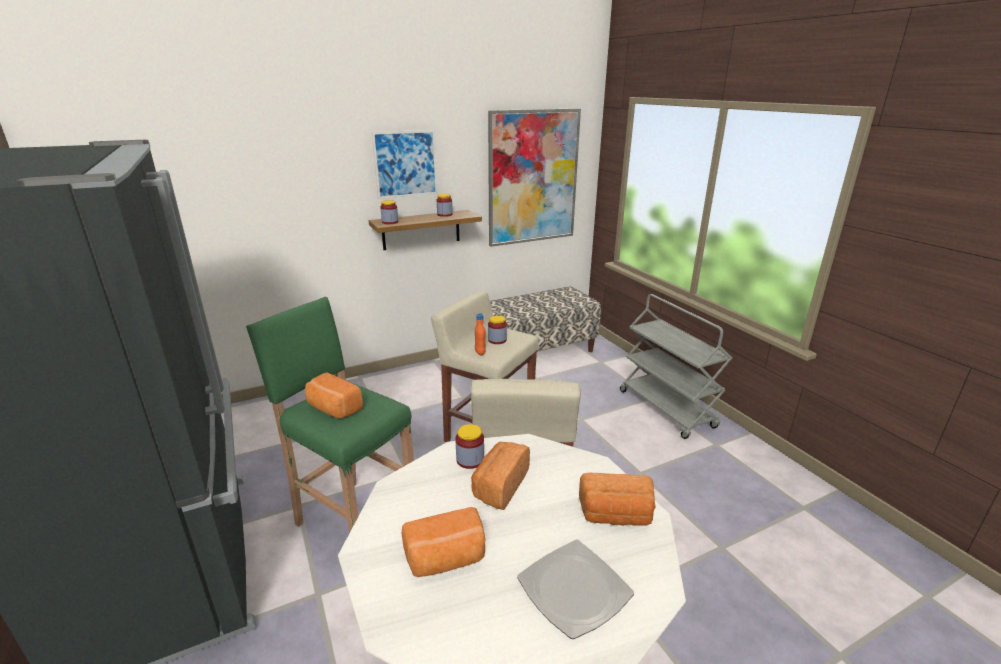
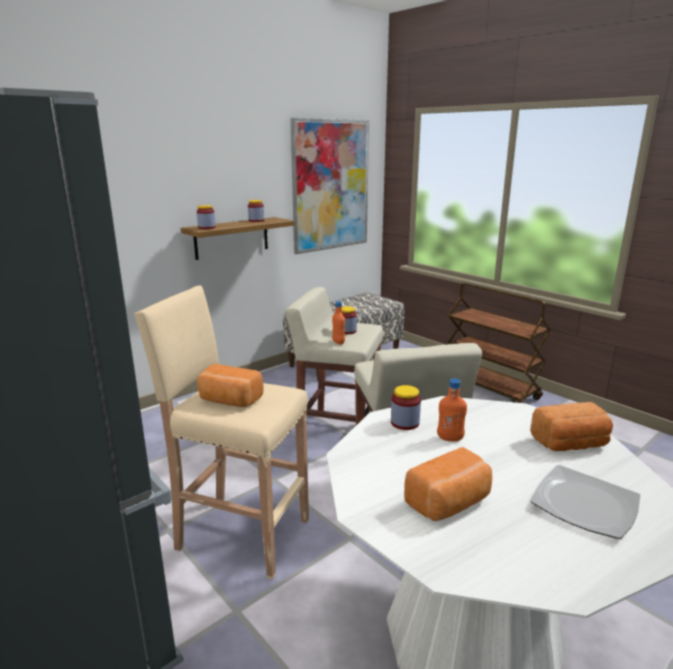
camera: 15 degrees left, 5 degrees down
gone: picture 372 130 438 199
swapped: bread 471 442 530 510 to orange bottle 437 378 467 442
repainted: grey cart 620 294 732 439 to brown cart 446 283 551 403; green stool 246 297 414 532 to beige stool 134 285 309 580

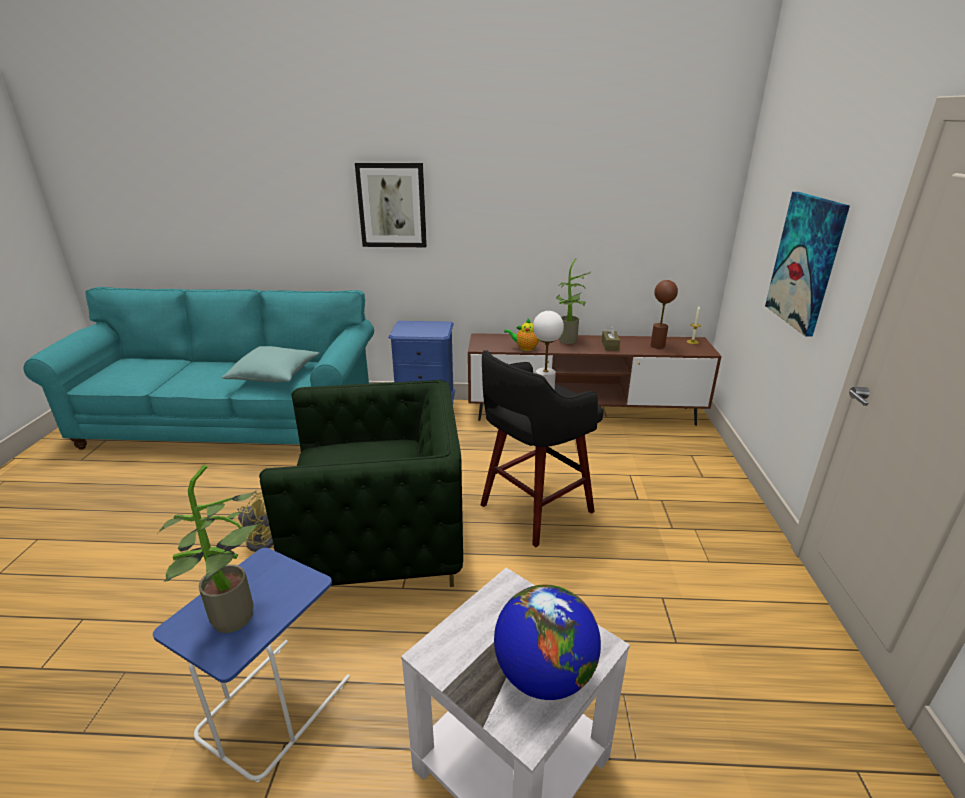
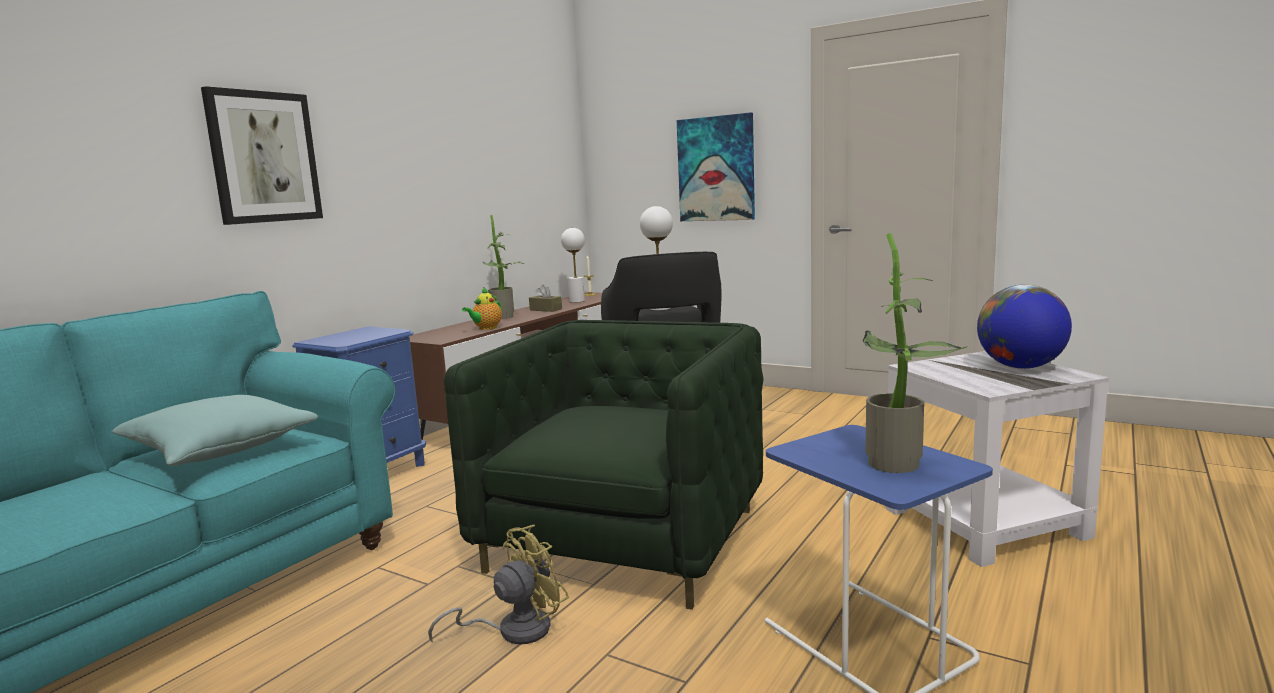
camera: 60 degrees left, 15 degrees down
repainted: brown table lamp 650 280 678 349 to white table lamp 561 228 585 303

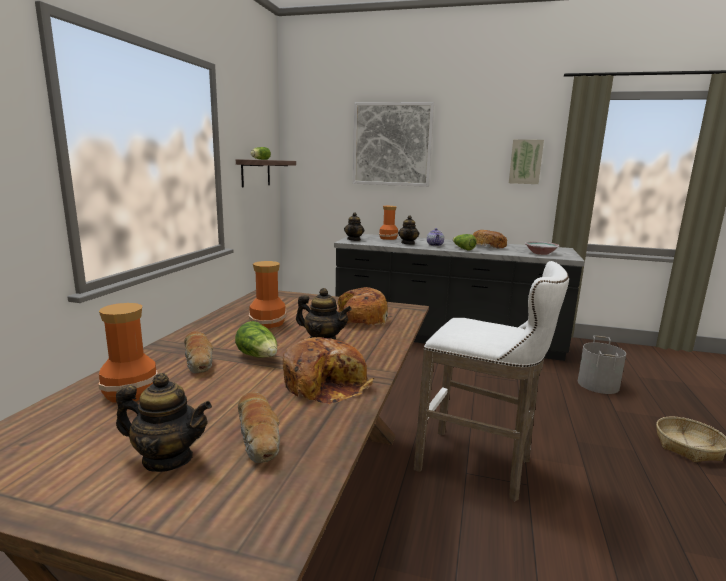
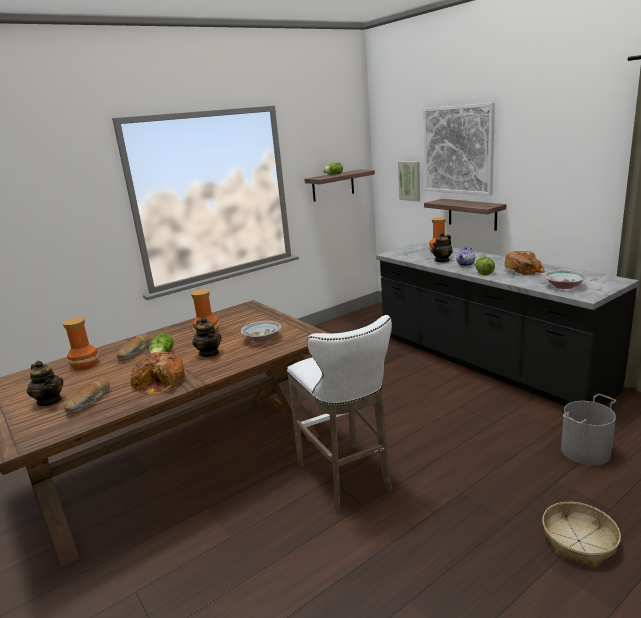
camera: 40 degrees right, 5 degrees up
gone: teapot 344 212 364 241
new: shelf 424 199 506 231
shifted: picture 509 139 544 184 to 398 161 420 202
swapped: bread 338 287 388 325 to bowl 241 321 281 343

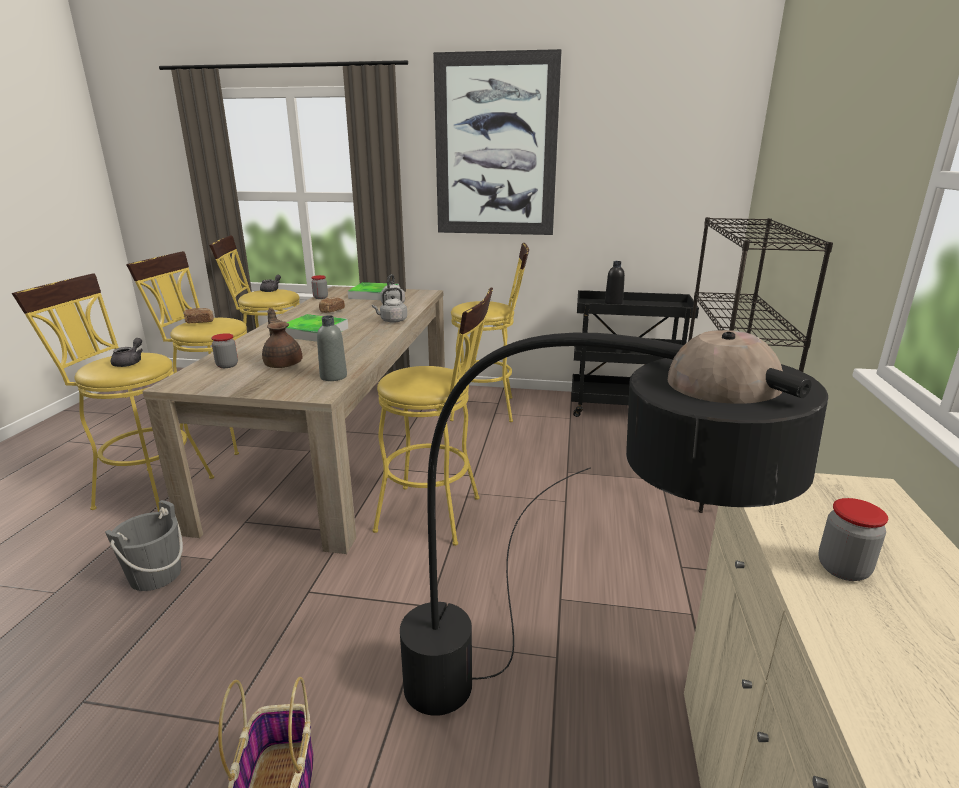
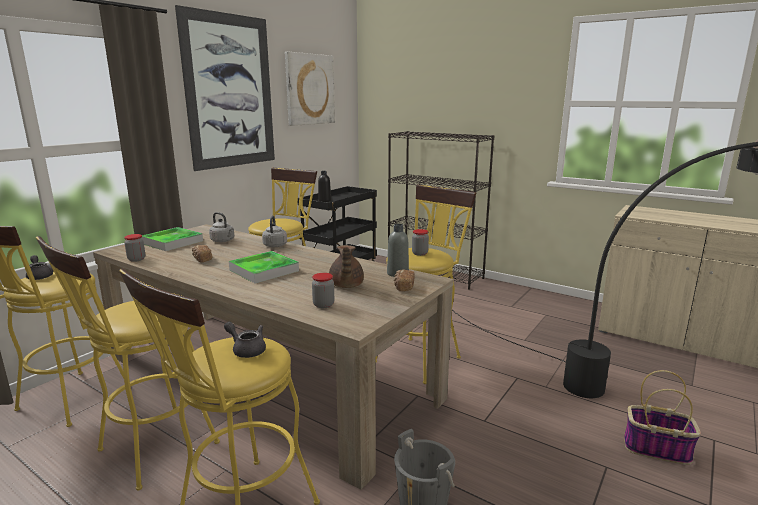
camera: 65 degrees left, 5 degrees down
new: picture 285 52 335 126
shifted: bread 184 308 214 323 to 394 269 414 291; jar 818 498 888 581 to 412 229 429 256
rotated: brown teapot 262 308 302 368 = 329 245 364 288 90 degrees counterclockwise

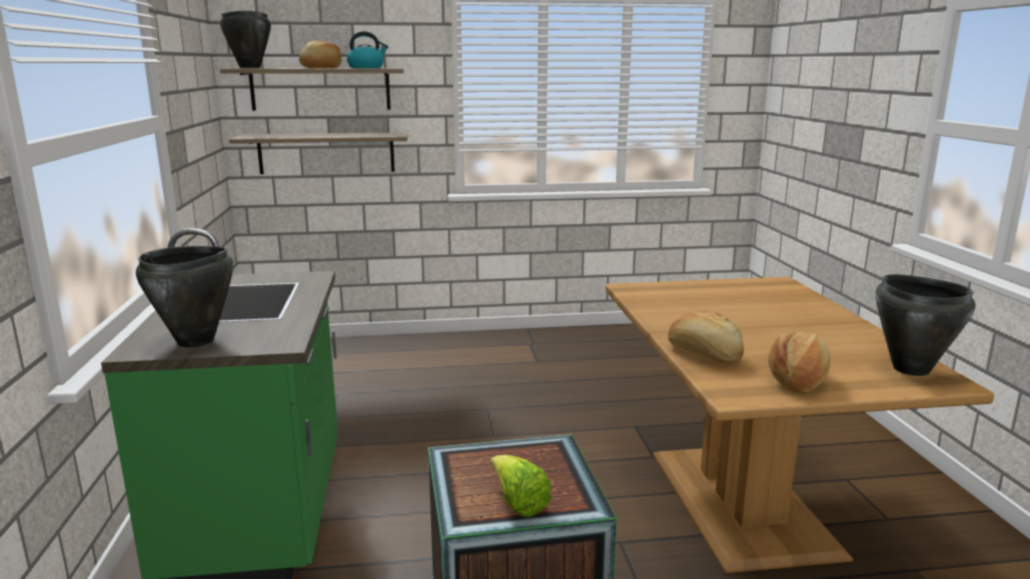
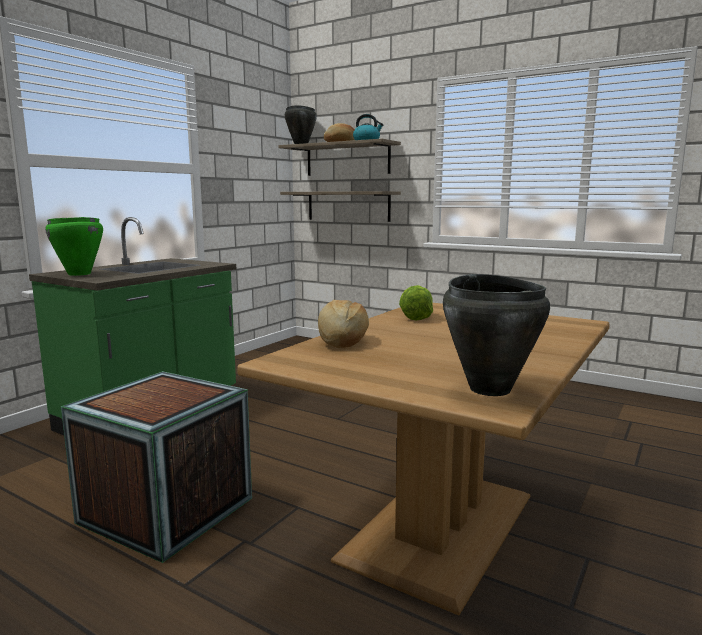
camera: 40 degrees right, 5 degrees down
gone: bread 768 332 830 394
shifted: lettuce 490 455 552 517 to 399 285 433 321
repainted: black cooking pot 136 246 234 348 to green cooking pot 45 217 103 276

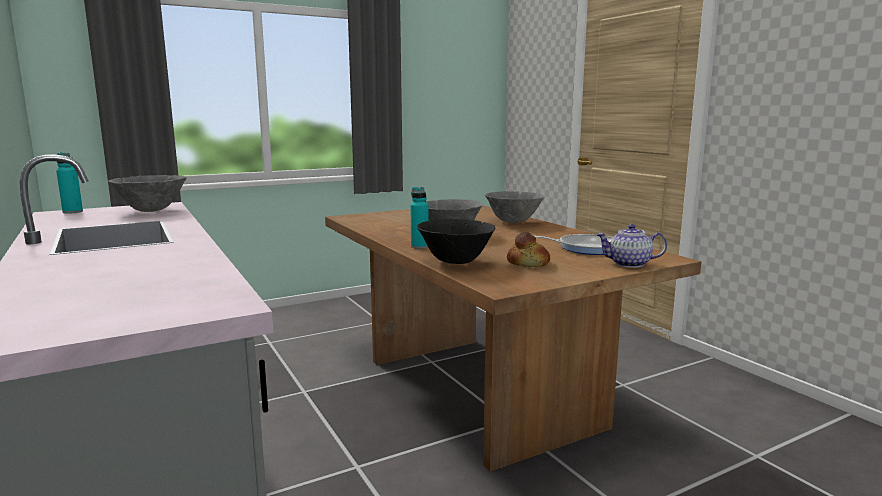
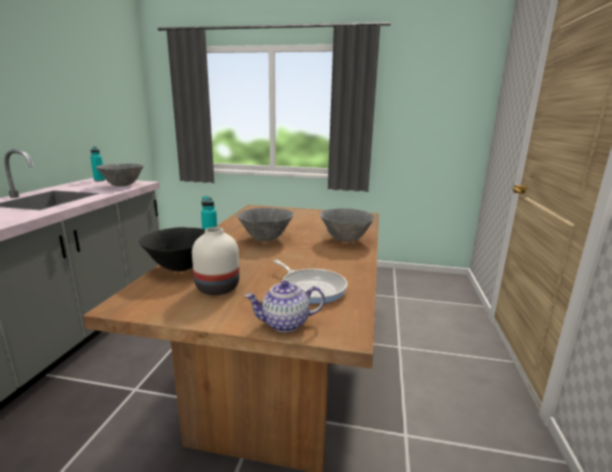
camera: 40 degrees right, 5 degrees up
swapped: bread 507 232 550 267 to white vase 192 227 240 295
rotated: teapot 596 224 667 268 = 245 280 325 332 60 degrees counterclockwise

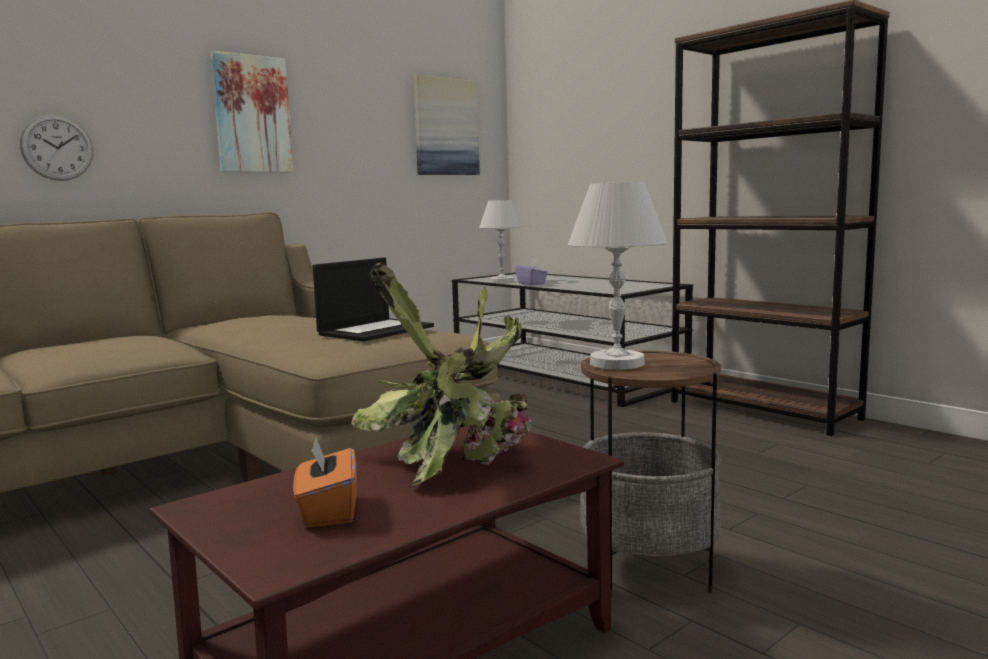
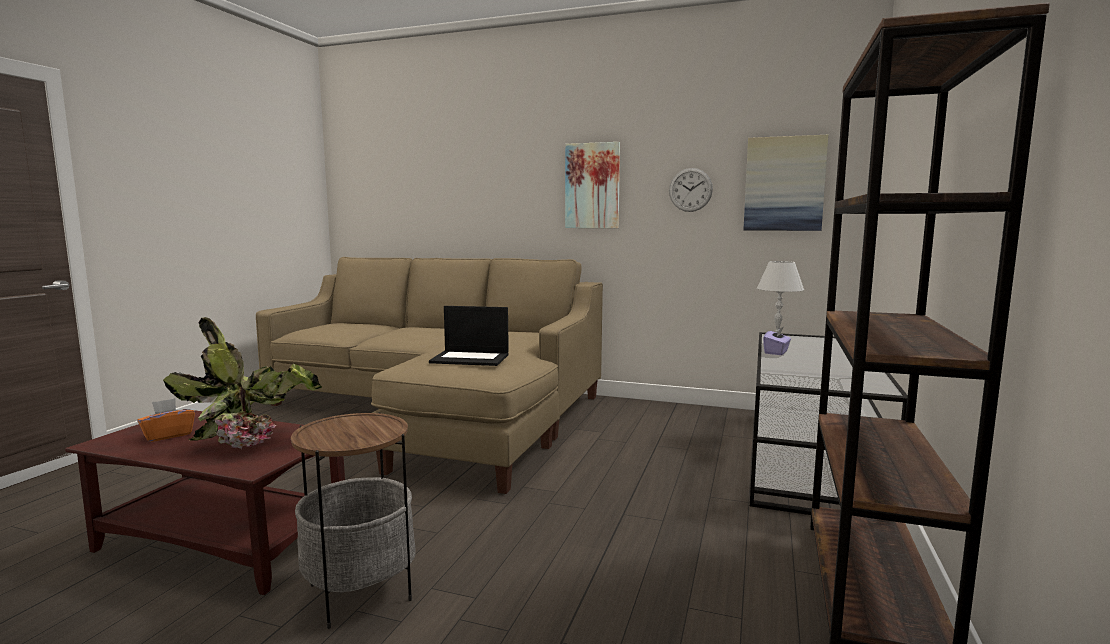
camera: 60 degrees right, 0 degrees up
gone: white table lamp 568 182 668 369
shifted: wall clock 20 114 93 181 to 669 168 713 212

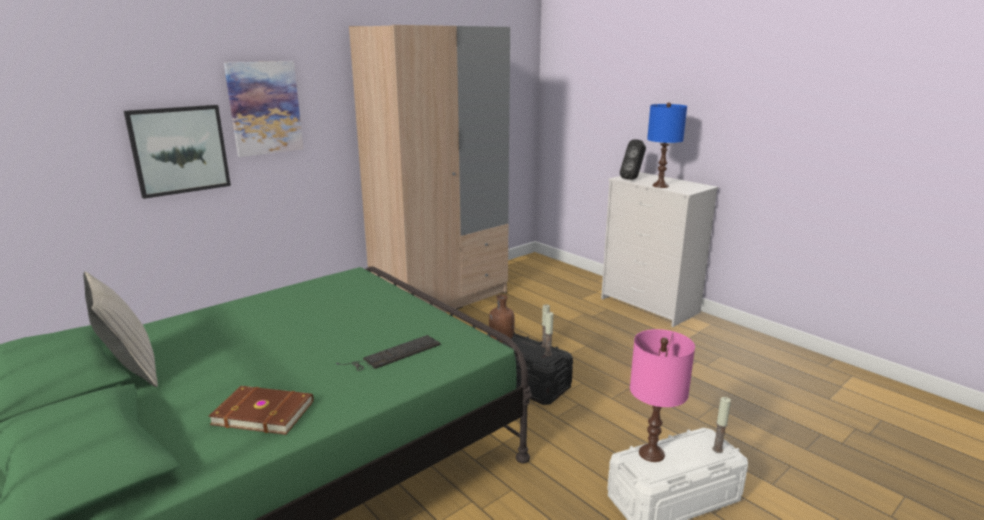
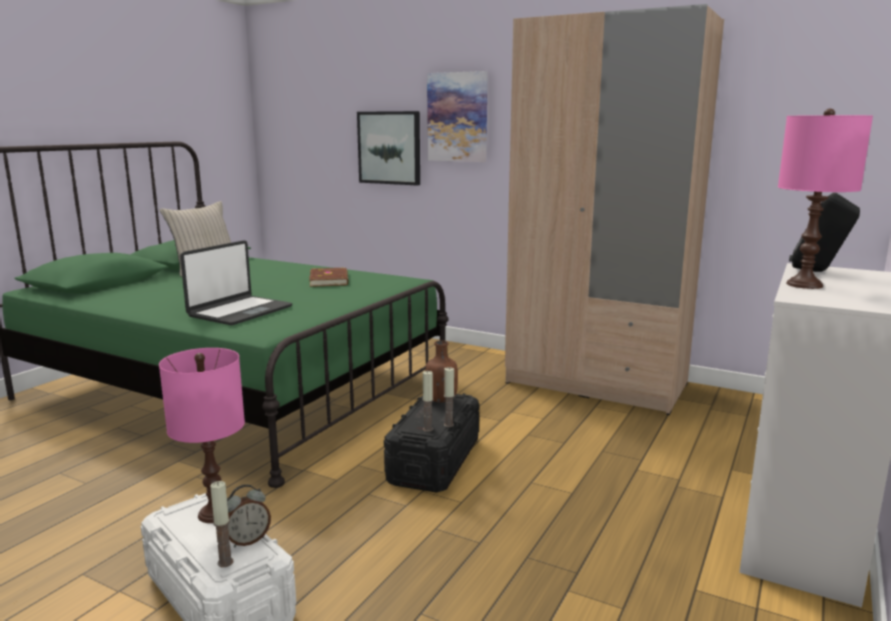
camera: 70 degrees right, 5 degrees down
new: alarm clock 227 484 271 548
shifted: brown book 208 386 314 435 to 309 267 348 287
swapped: keyboard 336 335 441 371 to laptop 180 240 292 326
repainted: blue table lamp 647 102 687 188 to pink table lamp 778 109 873 289

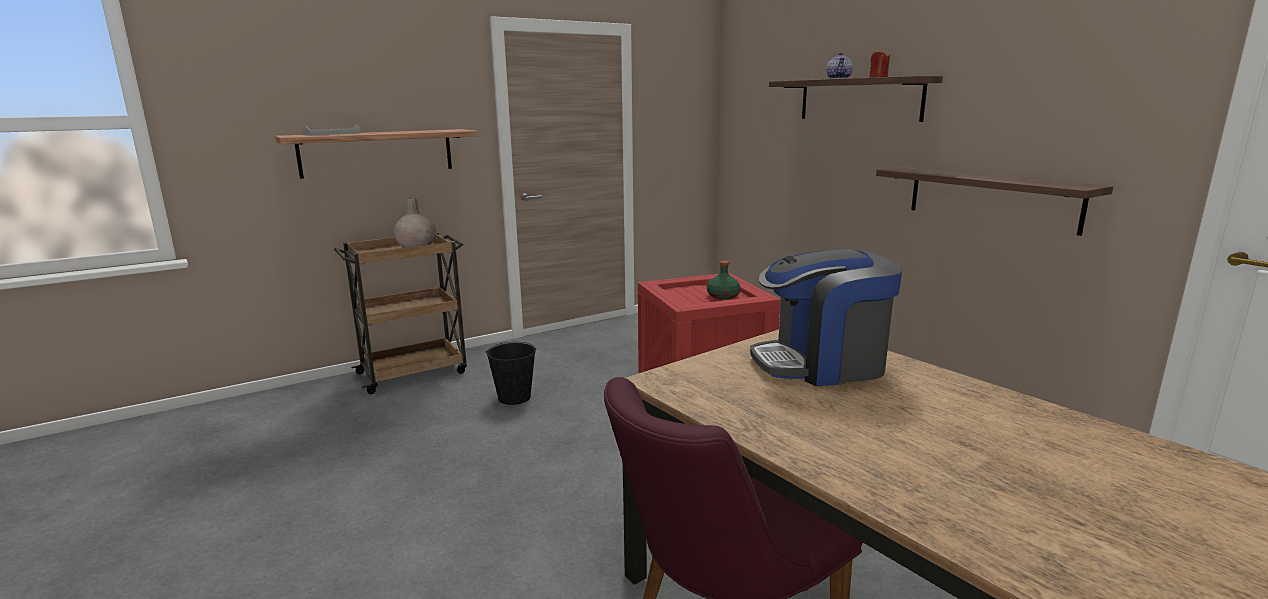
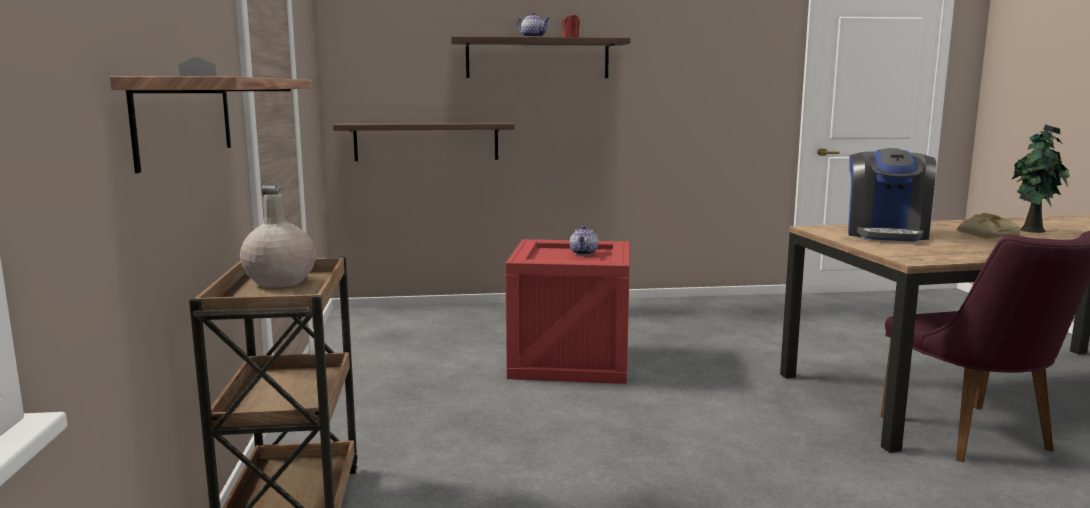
camera: 65 degrees left, 5 degrees down
gone: black bucket 486 342 536 405
new: potted plant 1011 124 1070 233; bread 957 213 1020 239
shifted: shelf 876 167 1113 236 to 333 122 515 161
swapped: green bottle 707 261 741 300 to teapot 570 226 598 255

